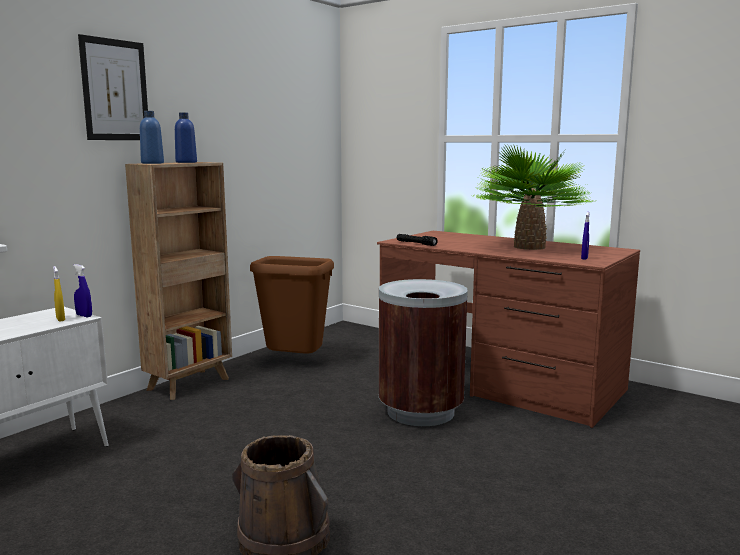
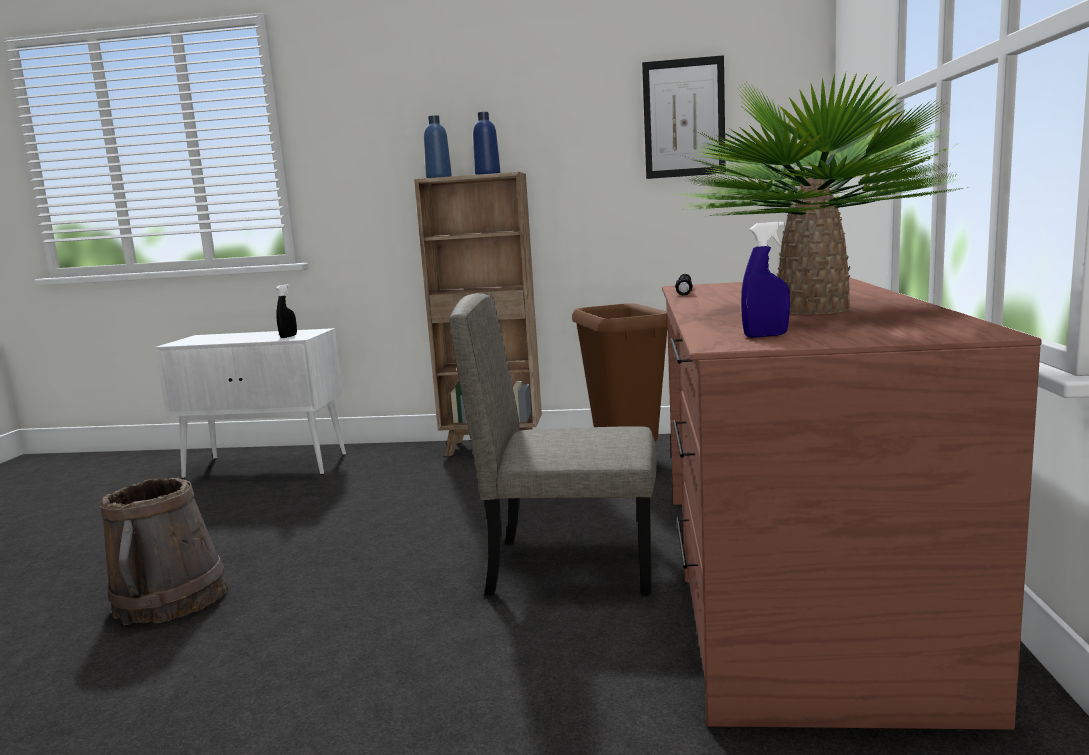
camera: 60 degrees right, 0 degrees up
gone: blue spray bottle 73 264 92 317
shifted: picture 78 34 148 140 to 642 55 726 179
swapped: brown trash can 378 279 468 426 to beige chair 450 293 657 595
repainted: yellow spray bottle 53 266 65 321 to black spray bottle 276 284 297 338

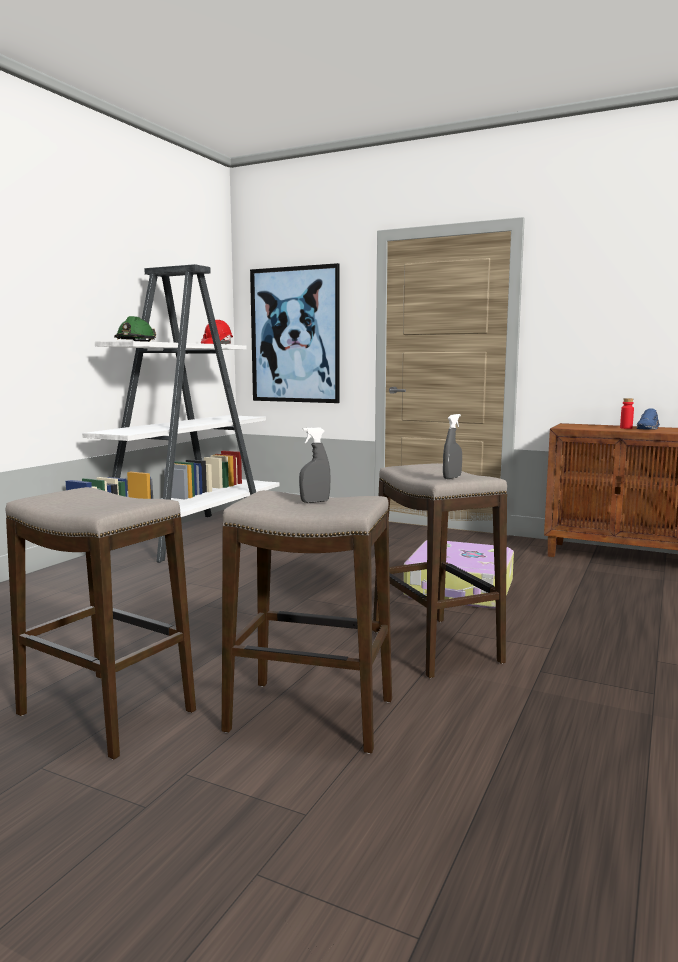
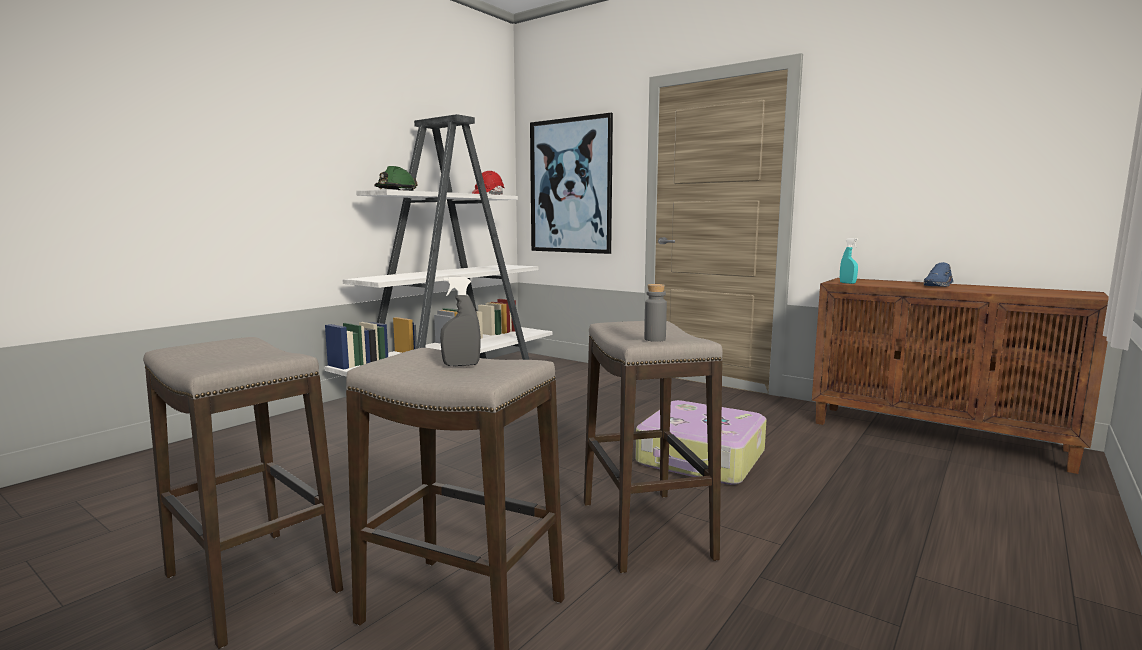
camera: 10 degrees right, 0 degrees up
gone: red bottle 620 398 634 429
new: turquoise spray bottle 840 238 858 284
swapped: grey spray bottle 443 414 462 479 to grey bottle 644 284 667 342

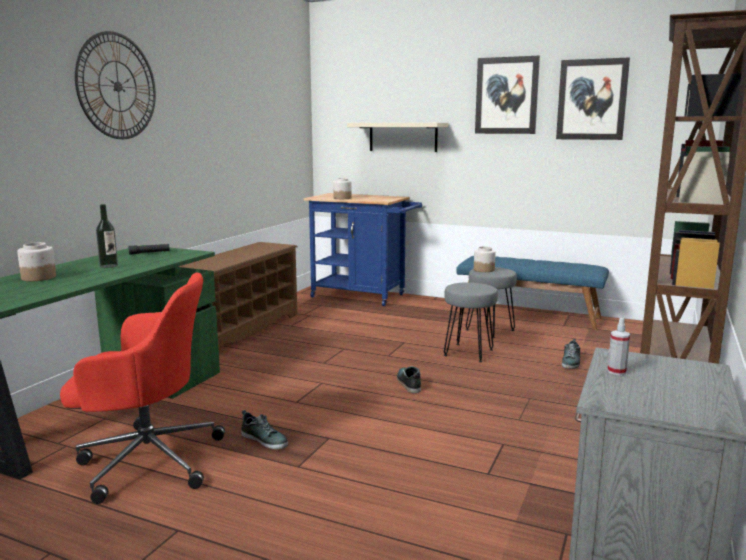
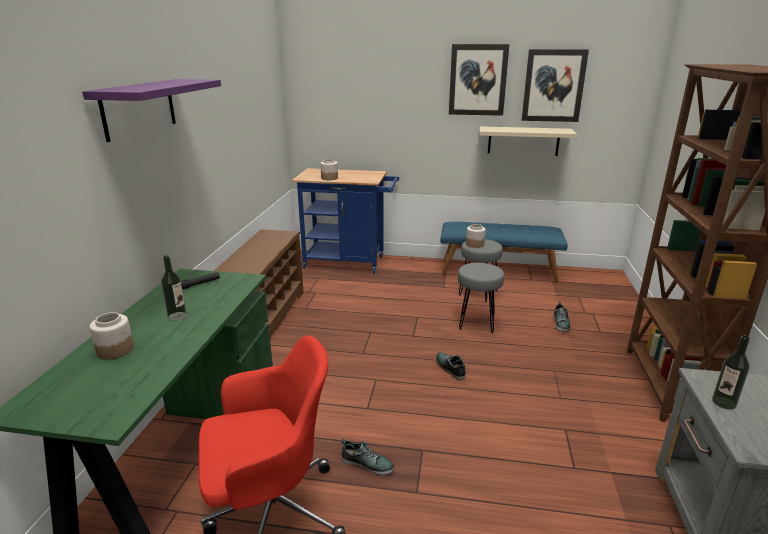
camera: 15 degrees left, 10 degrees up
shifted: beige shelf 347 123 448 152 to 479 126 577 156
swapped: wall clock 75 31 156 139 to purple shelf 82 79 221 142; spray bottle 608 318 630 375 to bottle 712 335 750 410

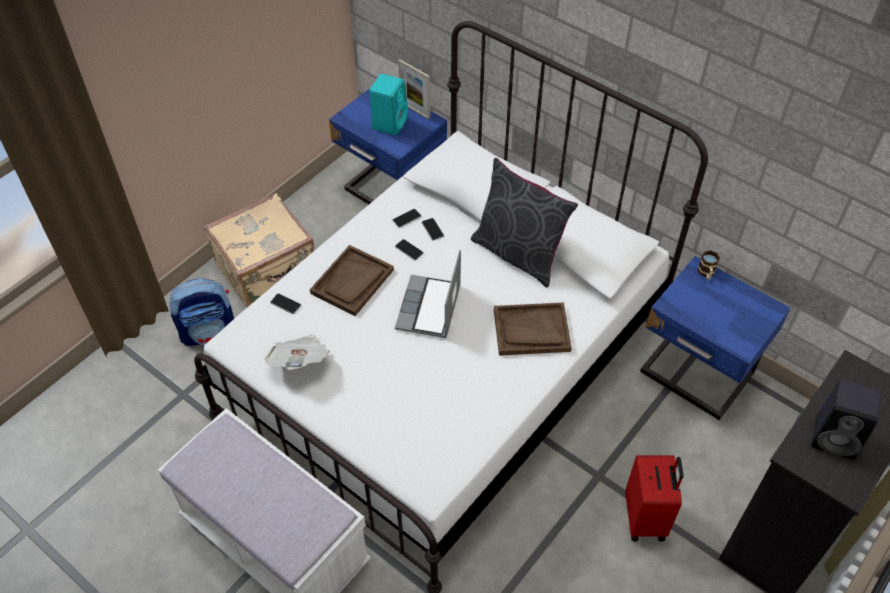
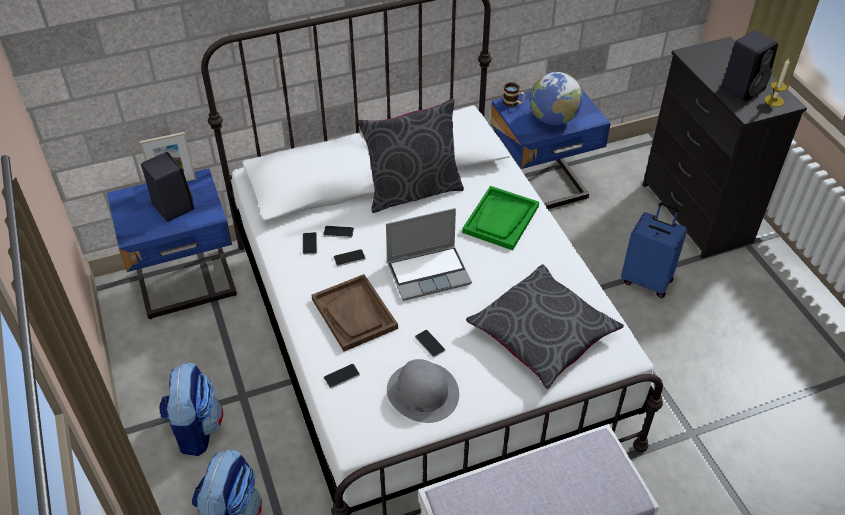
camera: 60 degrees left, 5 degrees down
new: candle 765 59 790 107; globe 530 72 583 125; grey pillow 466 264 624 389; phone 415 330 445 357
swapped: beige suitcase 204 193 314 307 to backpack 159 363 223 456; newspaper 264 335 330 370 to grey hat 387 359 459 423
repainted: turquoise speaker 369 74 408 135 to black speaker 141 152 194 222; brown tray 494 302 572 356 to green tray 462 186 539 250; red suitcase 625 455 683 542 to blue suitcase 621 202 687 298
rotated: laptop 395 250 461 338 = 386 208 472 301 60 degrees counterclockwise

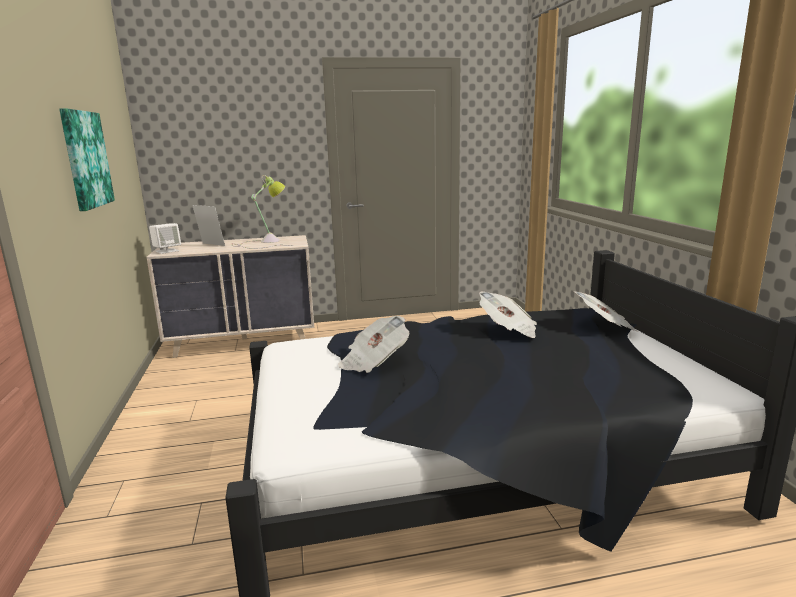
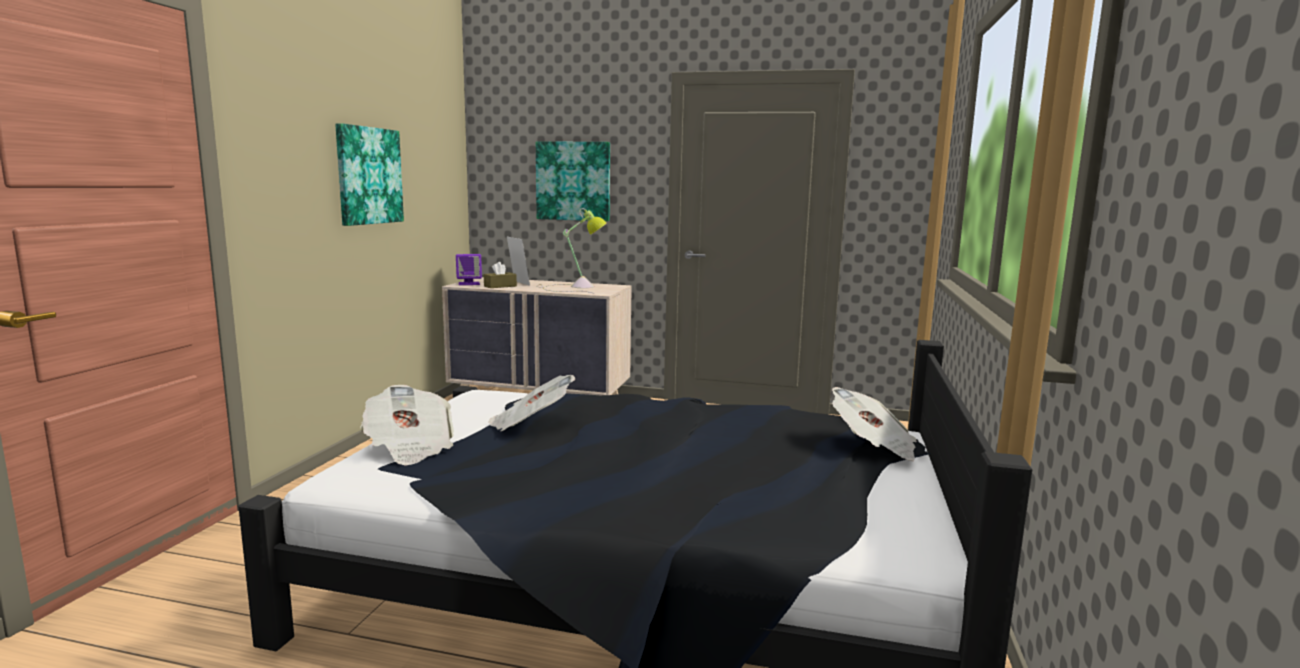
camera: 25 degrees right, 5 degrees down
new: picture 536 141 610 221; brown tissue box 484 262 517 288
shifted: newspaper 479 291 537 338 to 360 385 454 466
repainted: white speaker 149 223 181 254 to purple speaker 456 254 482 285

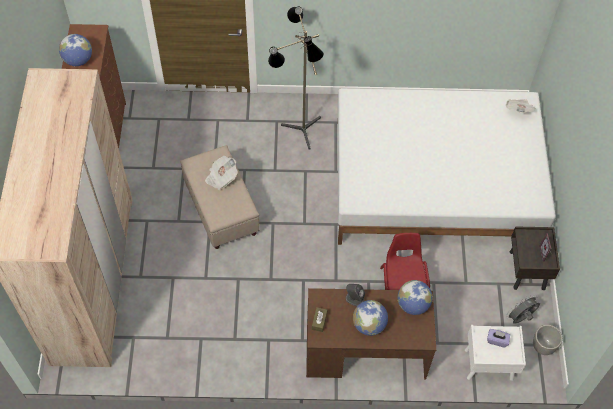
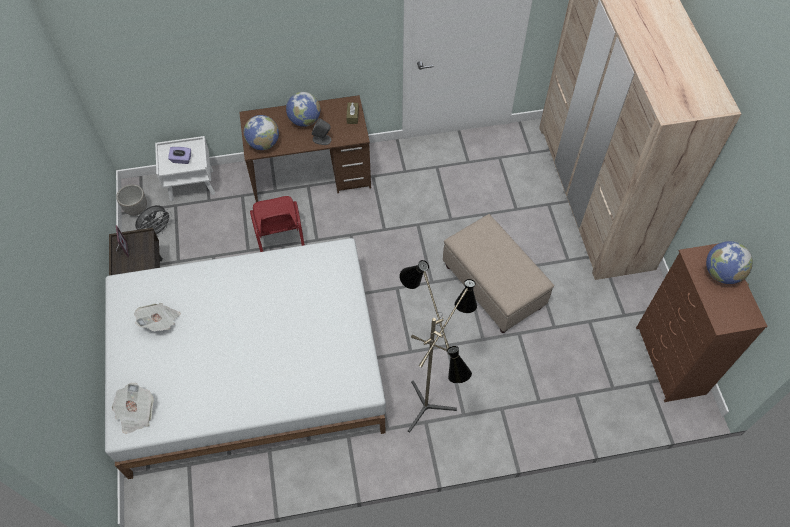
camera: 170 degrees right, 0 degrees up
shifted: newspaper 205 156 238 190 to 134 303 181 331

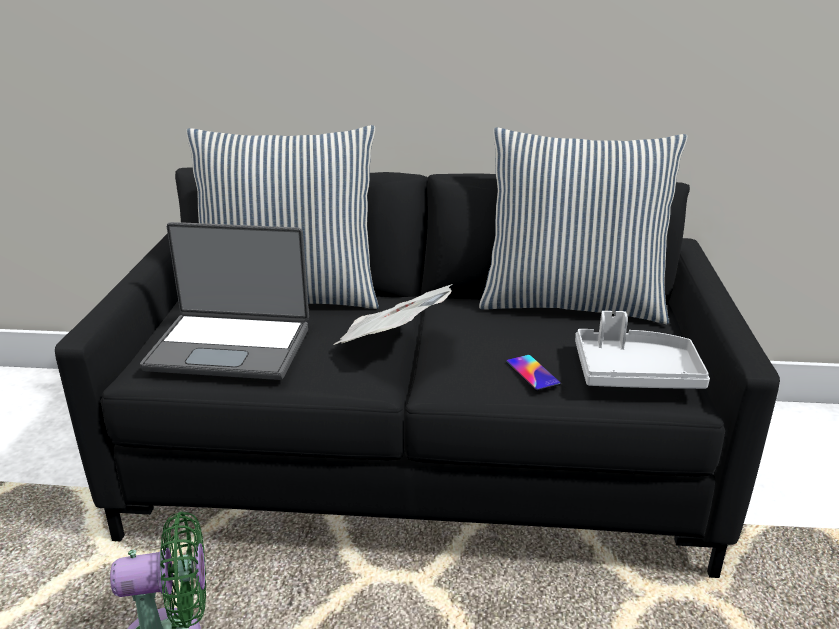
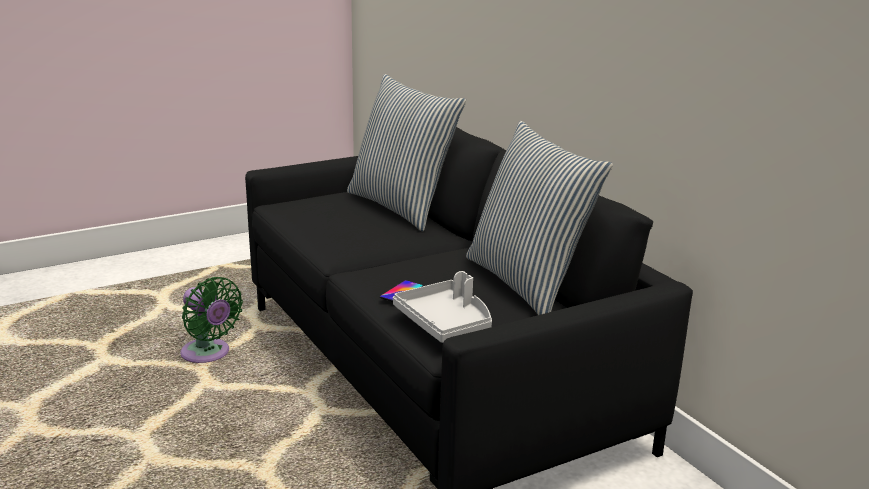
camera: 55 degrees right, 5 degrees down
gone: laptop 140 222 309 380; newspaper 333 284 452 345

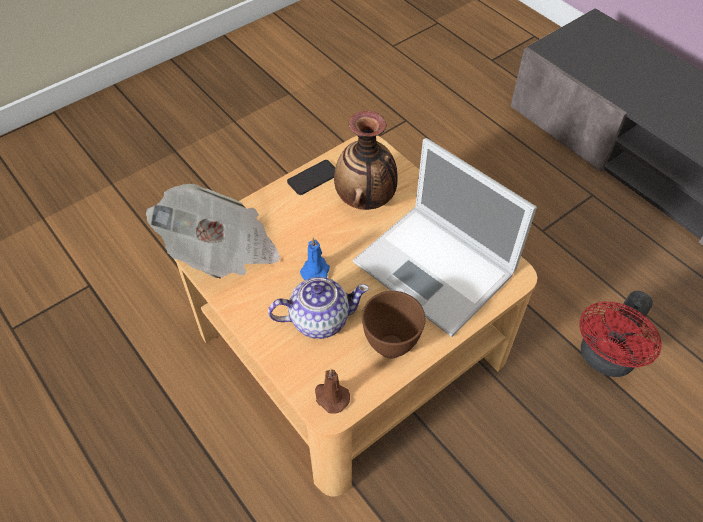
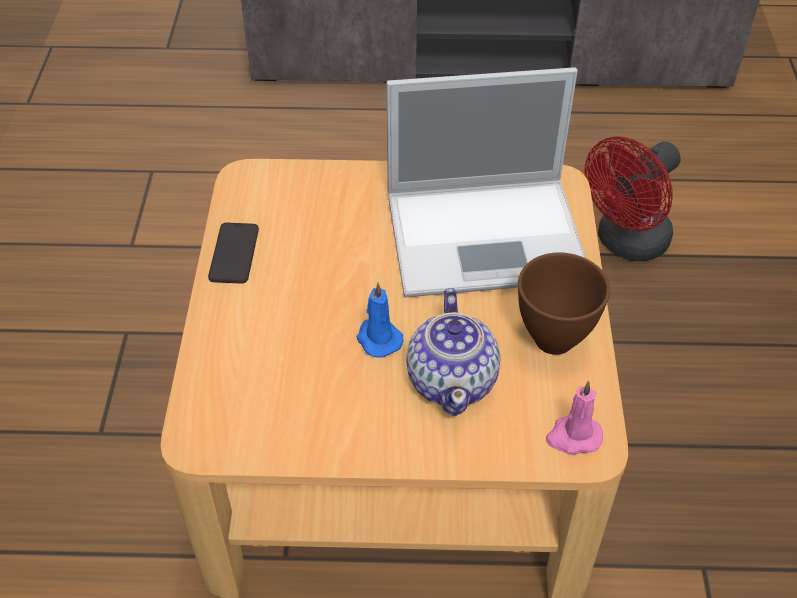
camera: 50 degrees left, 5 degrees down
gone: vase 334 111 397 210; newspaper 146 184 281 278
repainted: brown candle 315 369 350 414 to pink candle 546 381 603 455
rotated: teapot 268 277 369 339 = 406 288 500 416 150 degrees clockwise; red fan 579 291 662 377 = 584 136 681 261 60 degrees clockwise

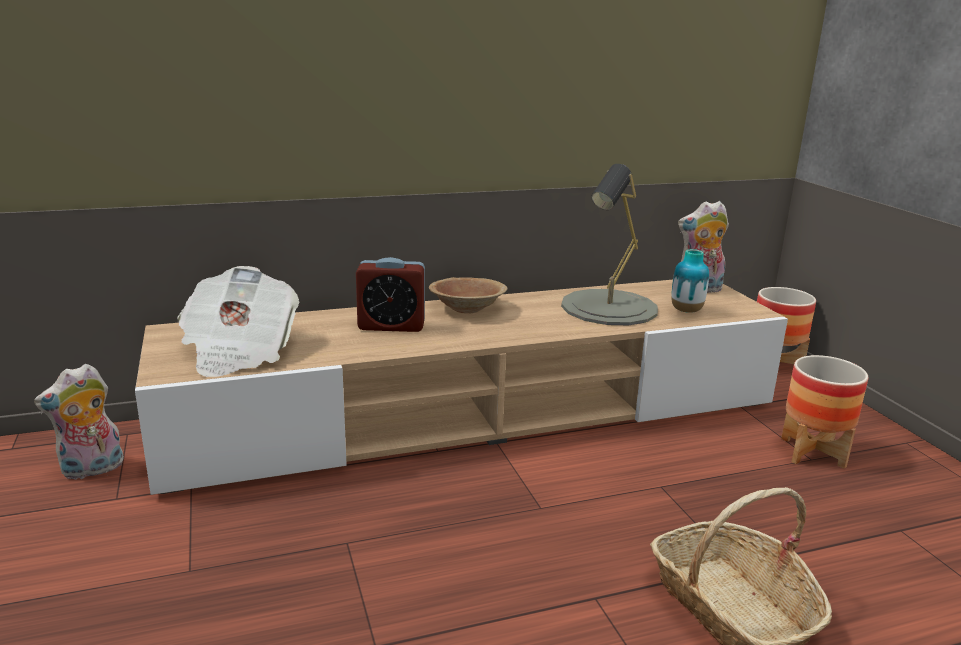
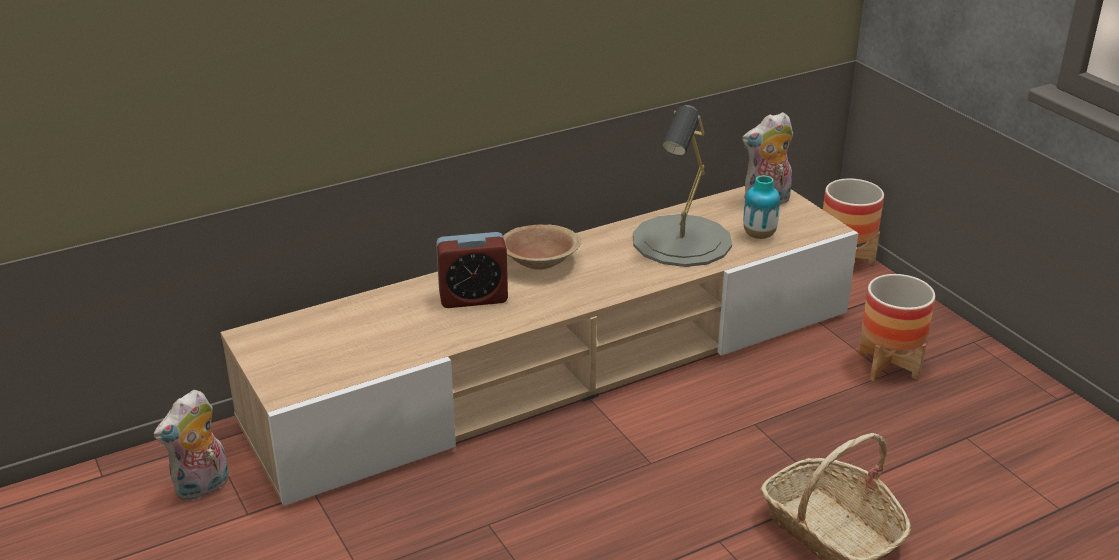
camera: 10 degrees left, 10 degrees up
gone: newspaper 177 266 300 377

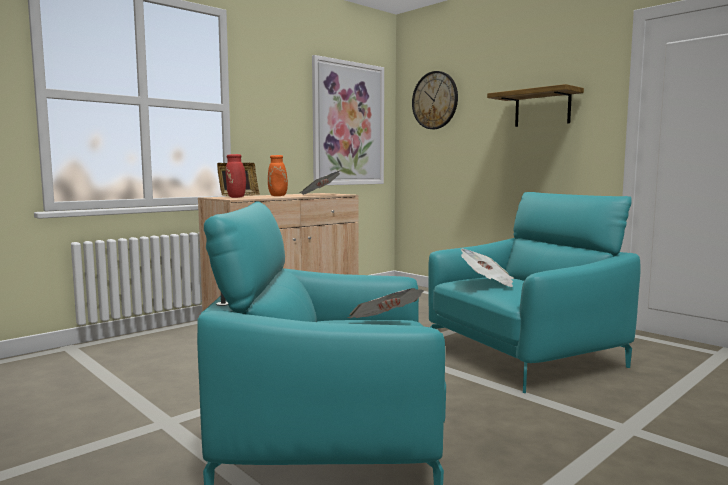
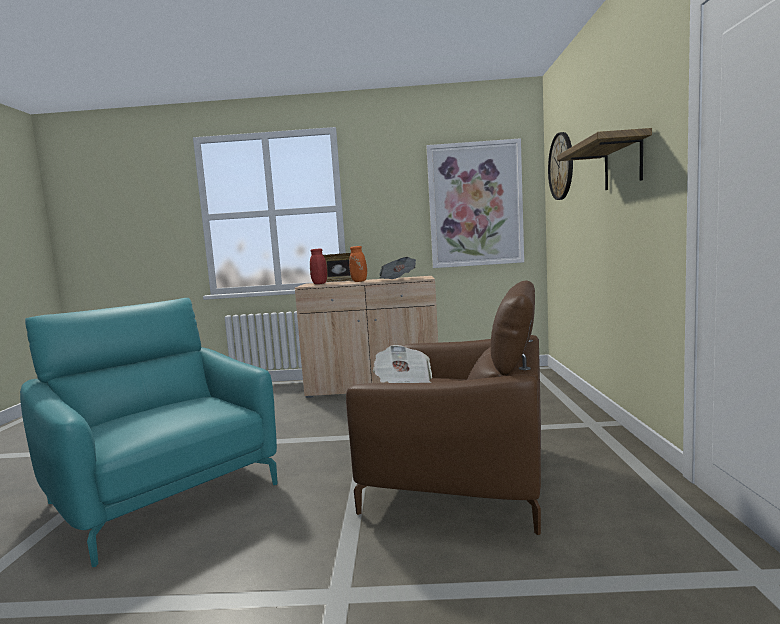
camera: 45 degrees right, 0 degrees up
gone: newspaper 348 288 424 318
repainted: turquoise armchair 428 192 641 393 to brown armchair 346 280 541 535

